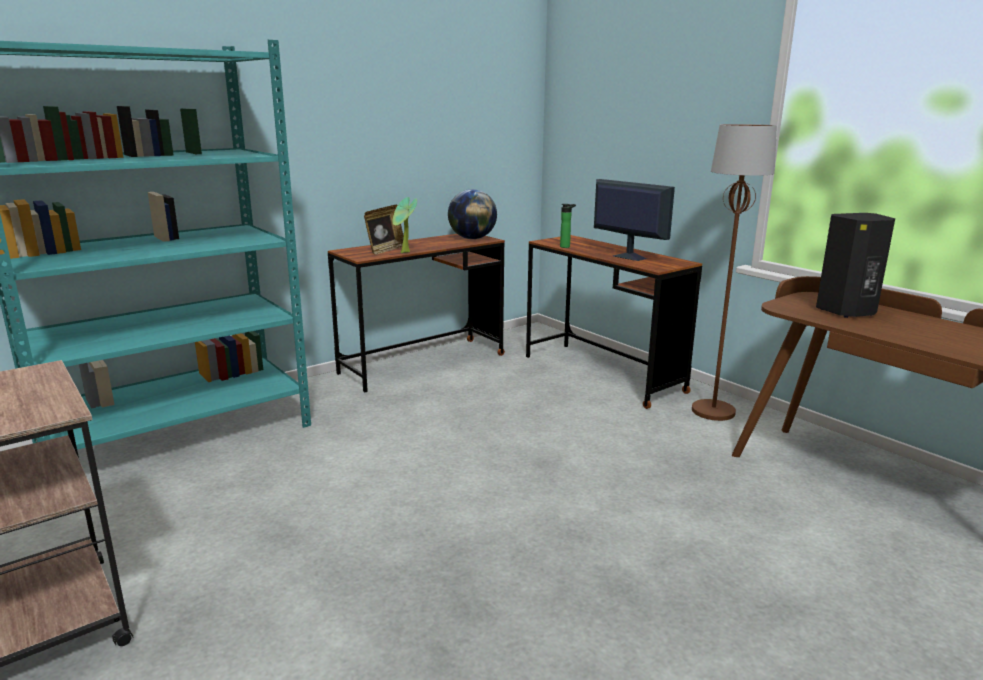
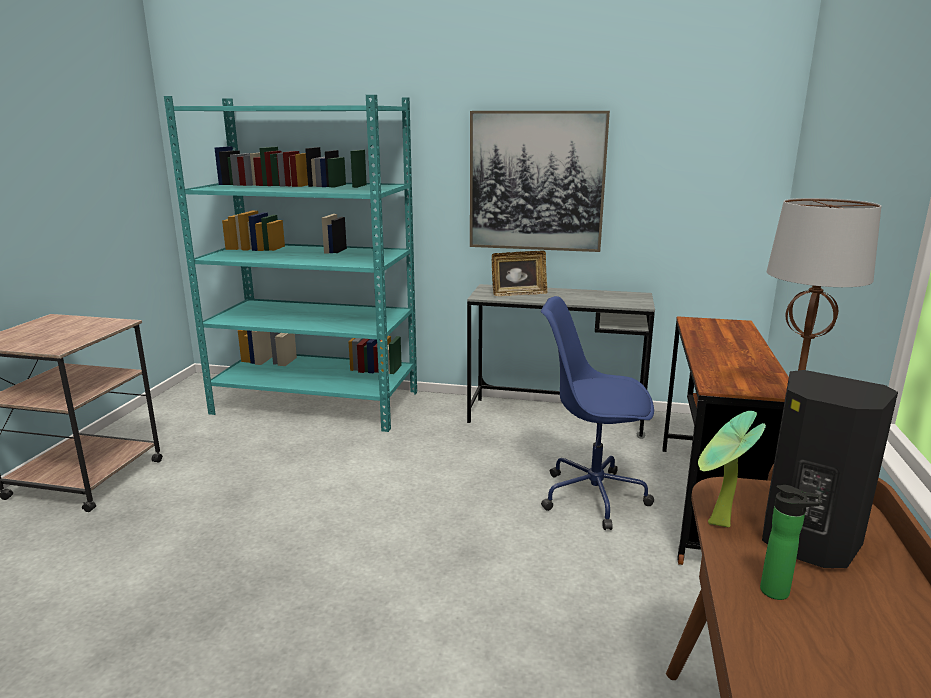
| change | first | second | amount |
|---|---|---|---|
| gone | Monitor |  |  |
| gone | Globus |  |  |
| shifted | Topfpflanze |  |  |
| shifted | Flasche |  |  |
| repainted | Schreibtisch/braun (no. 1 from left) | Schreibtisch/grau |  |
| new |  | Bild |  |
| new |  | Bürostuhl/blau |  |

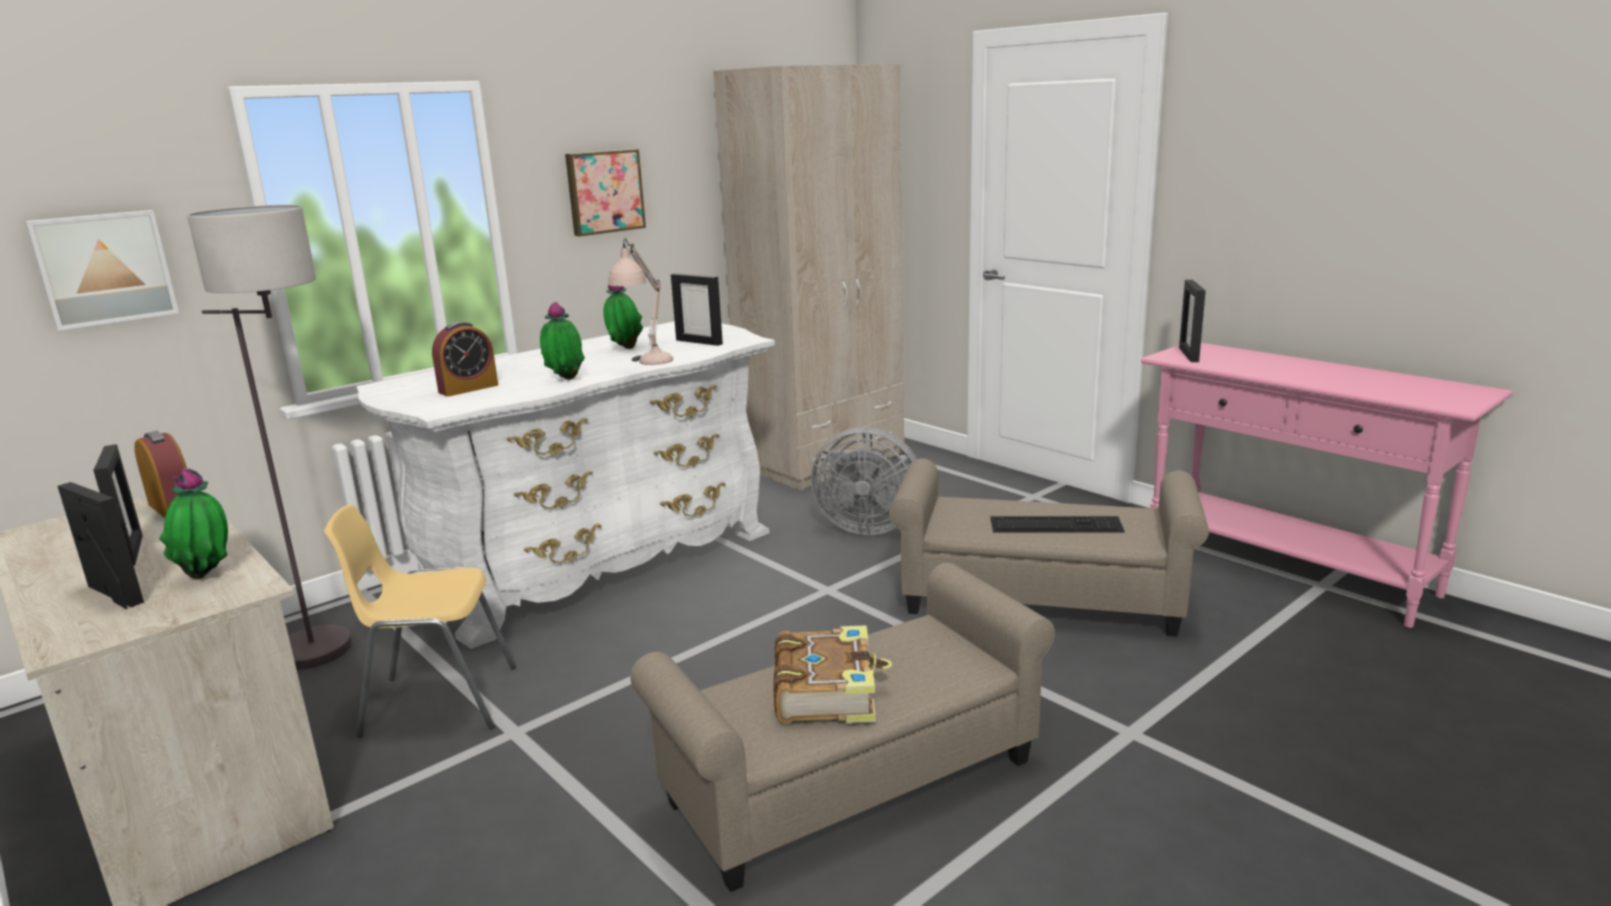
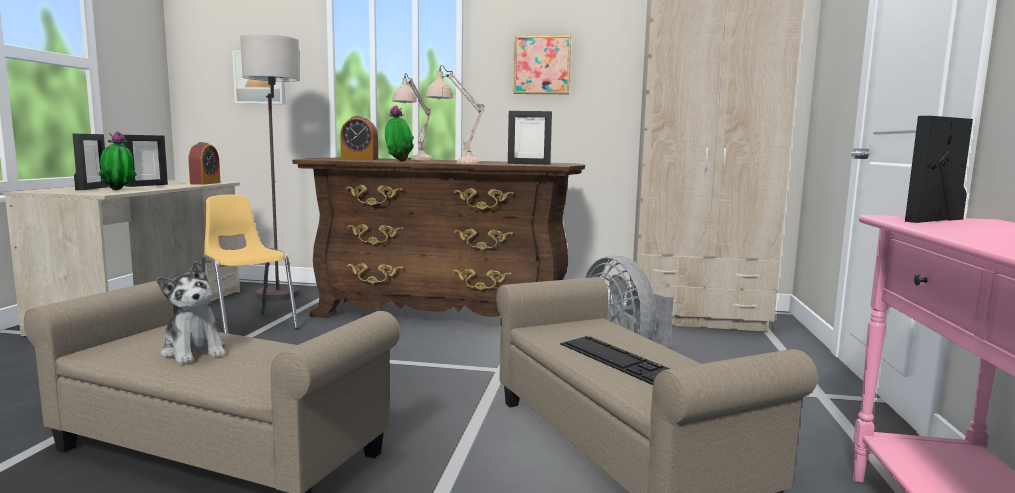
| change | first | second | amount |
|---|---|---|---|
| rotated | Bilderrahmen (no. 3 from left) |  | 75 degrees counterclockwise |
| gone | Topfpflanze (no. 3 from left) |  |  |
| repainted | Kommode/weiß | Kommode/braun |  |
| swapped | Buch | Plüschtier |  |
| new |  | Tischlampe/beige (no. 1 from left) |  |

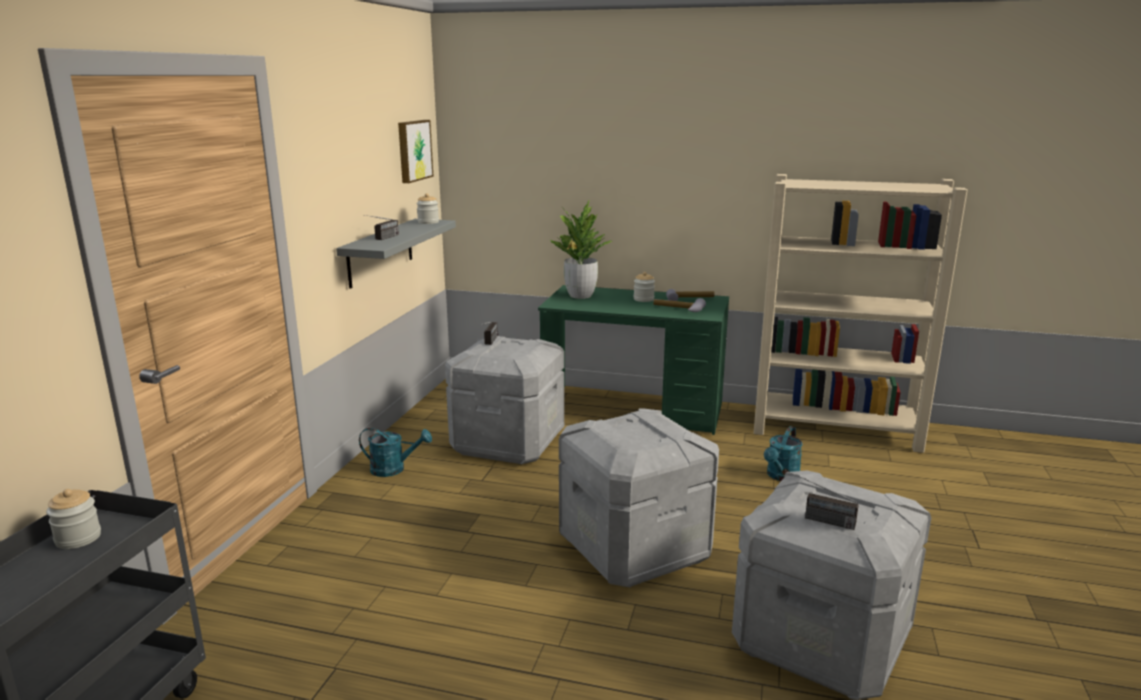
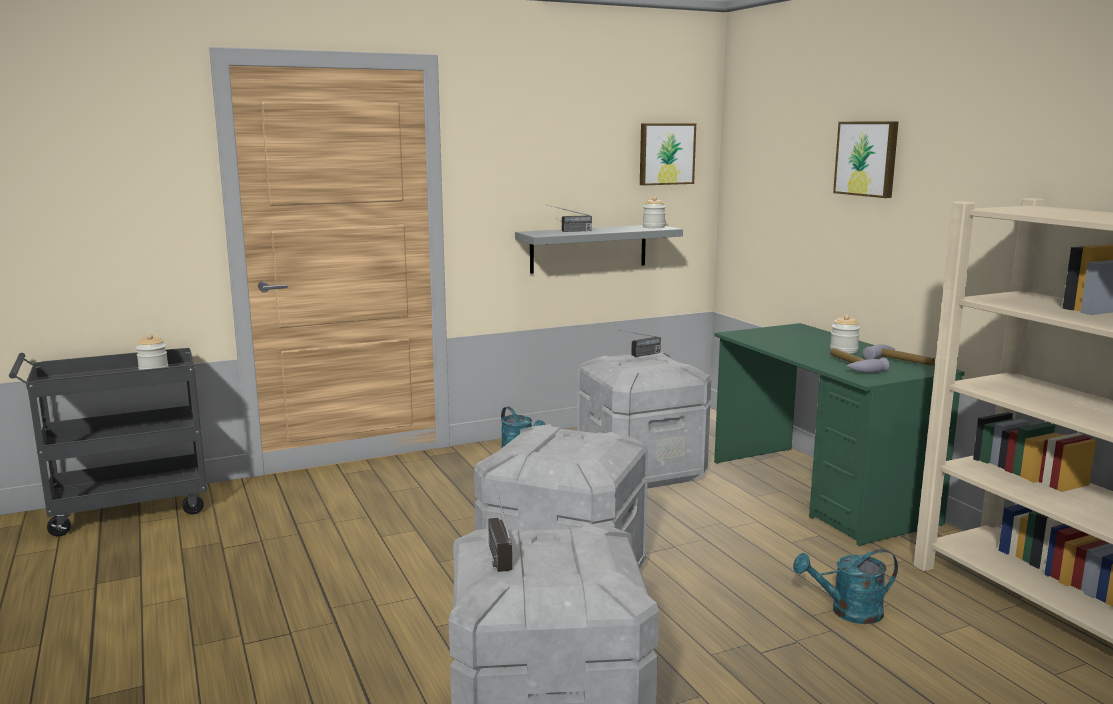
| change | first | second | amount |
|---|---|---|---|
| gone | Topfpflanze |  |  |
| new |  | Bild (no. 2 from left) |  |

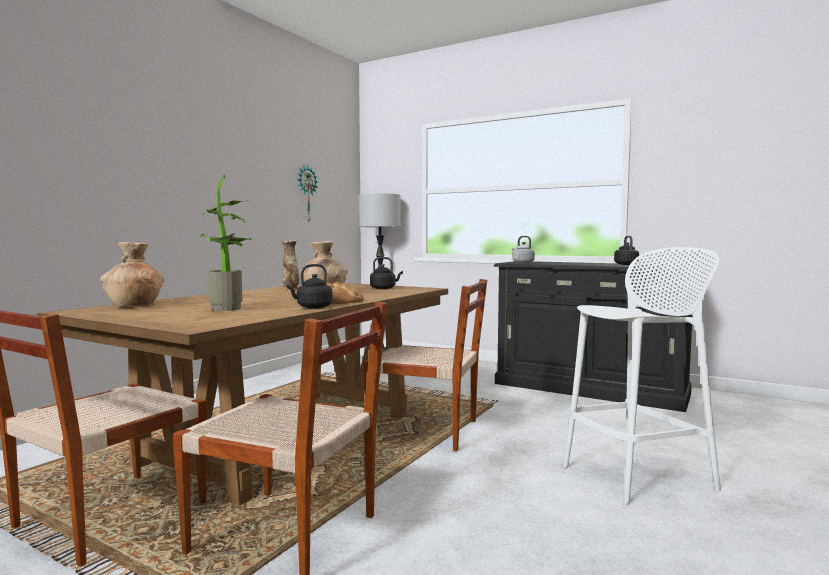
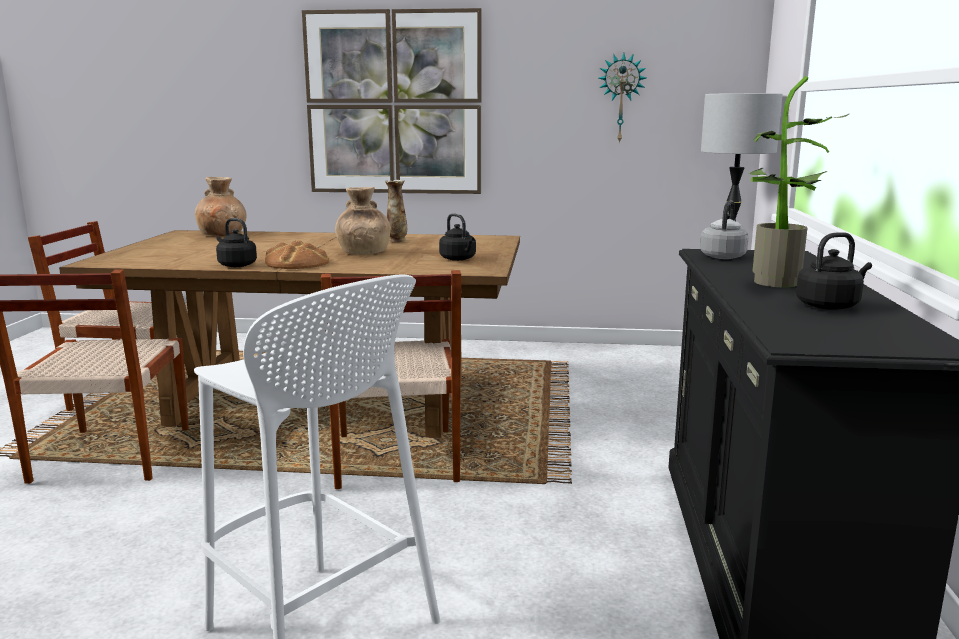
| change | first | second | amount |
|---|---|---|---|
| shifted | Topfpflanze |  |  |
| new |  | Bild |  |

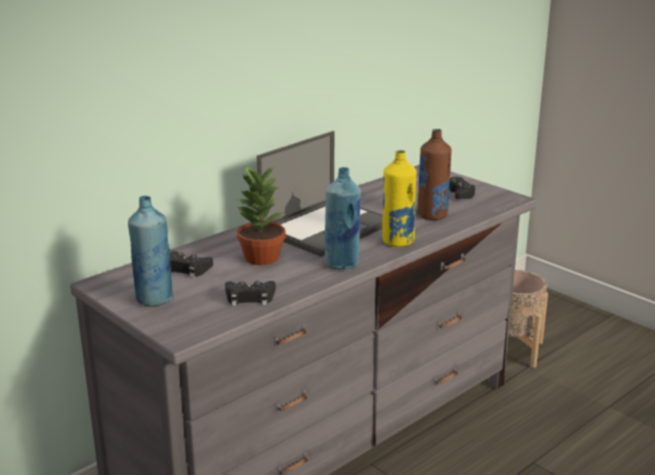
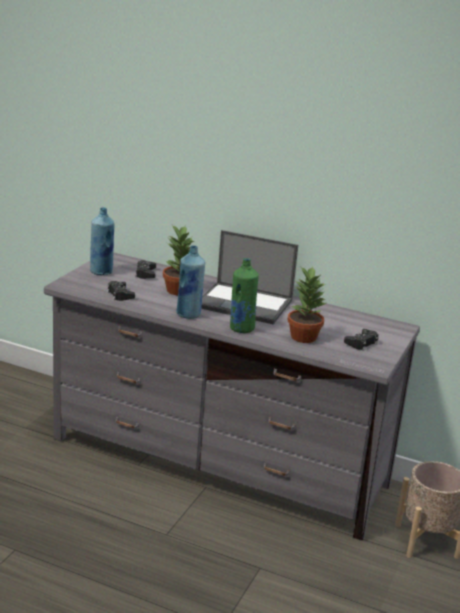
| change | first | second | amount |
|---|---|---|---|
| swapped | Flasche/braun | Topfpflanze (no. 2 from left) |  |
| repainted | Flasche/gelb | Flasche/grün |  |

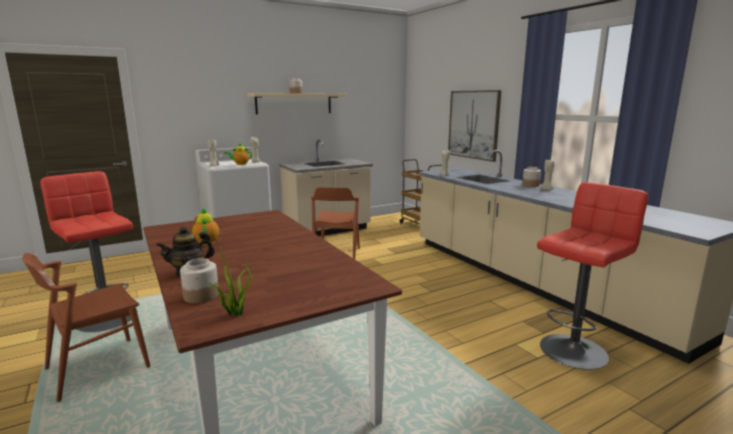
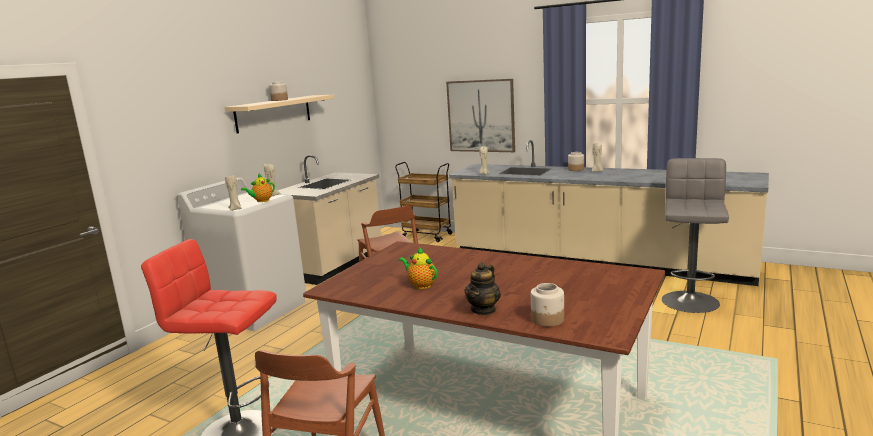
| change | first | second | amount |
|---|---|---|---|
| repainted | Hocker/rot (no. 2 from left) | Hocker/grau |  |
| gone | Topfpflanze |  |  |

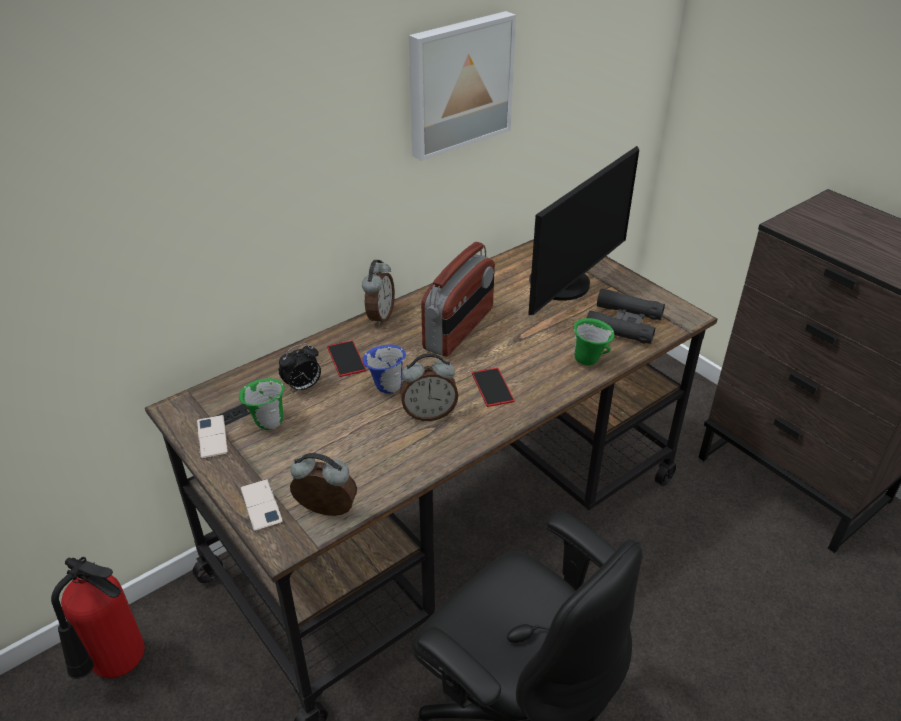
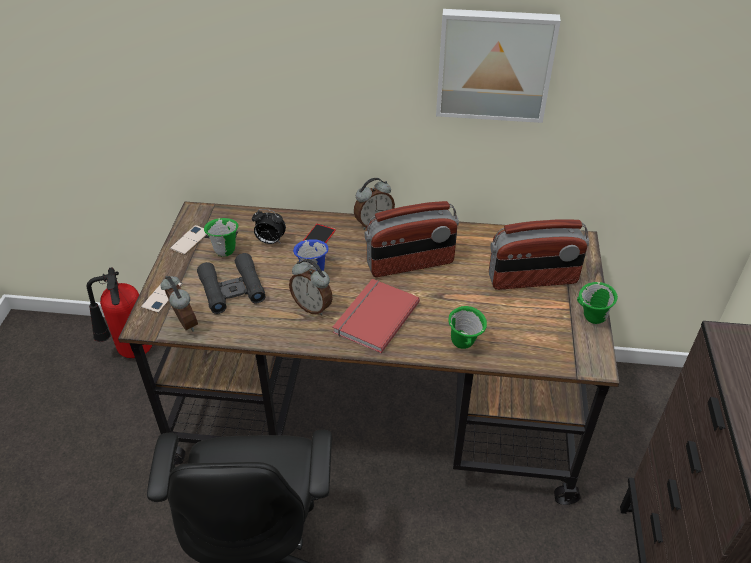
| change | first | second | amount |
|---|---|---|---|
| swapped | Monitor | Radio (no. 2 from left) |  |
| shifted | Fernglas/schwarz |  |  |
| swapped | Handy (no. 4 from left) | Buch/rot |  |
| new |  | Henkelbecher/grün (no. 3 from left) |  |

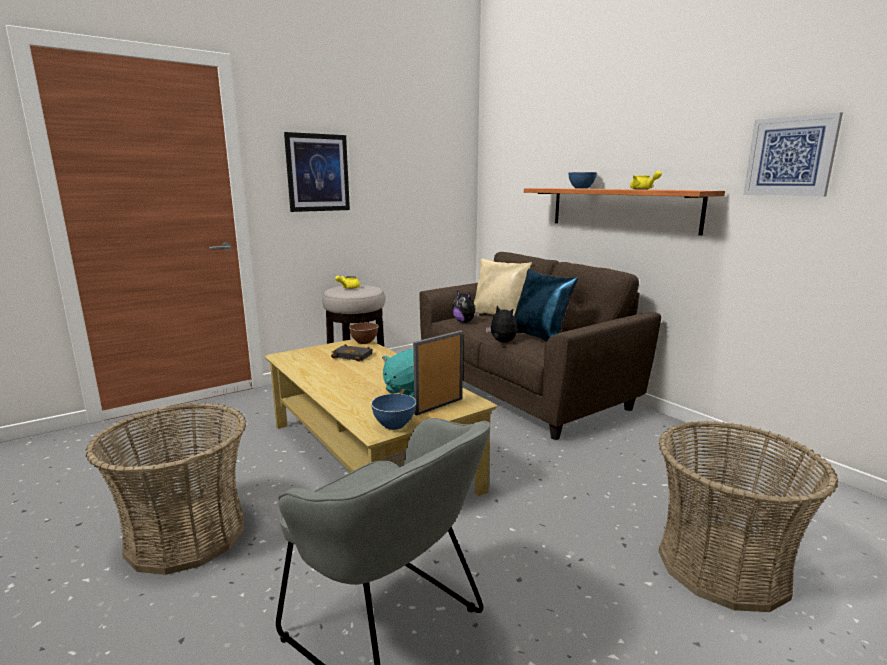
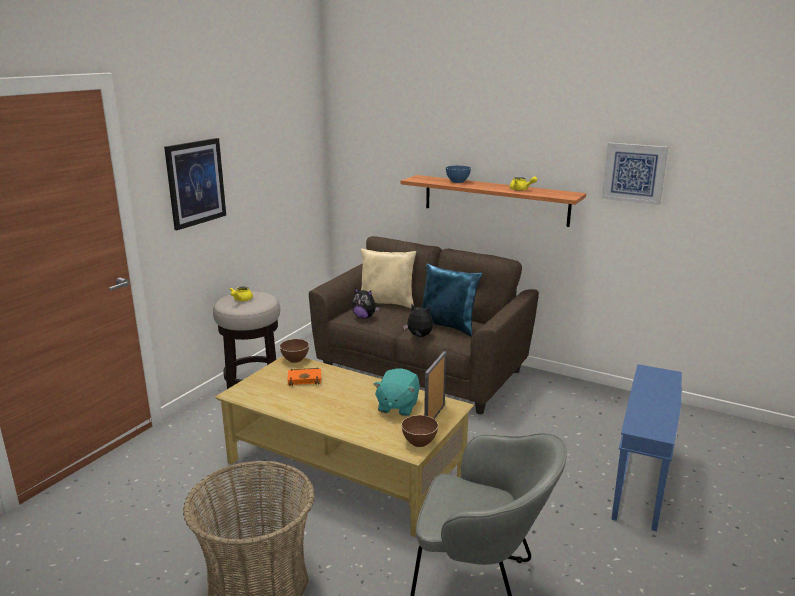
| change | first | second | amount |
|---|---|---|---|
| repainted | Buch/schwarz | Buch/orange |  |
| repainted | Schüssel/blau (no. 1 from left) | Schüssel/braun (no. 2 from left) |  |
| swapped | Korb (no. 2 from left) | Beistelltisch/blau |  |

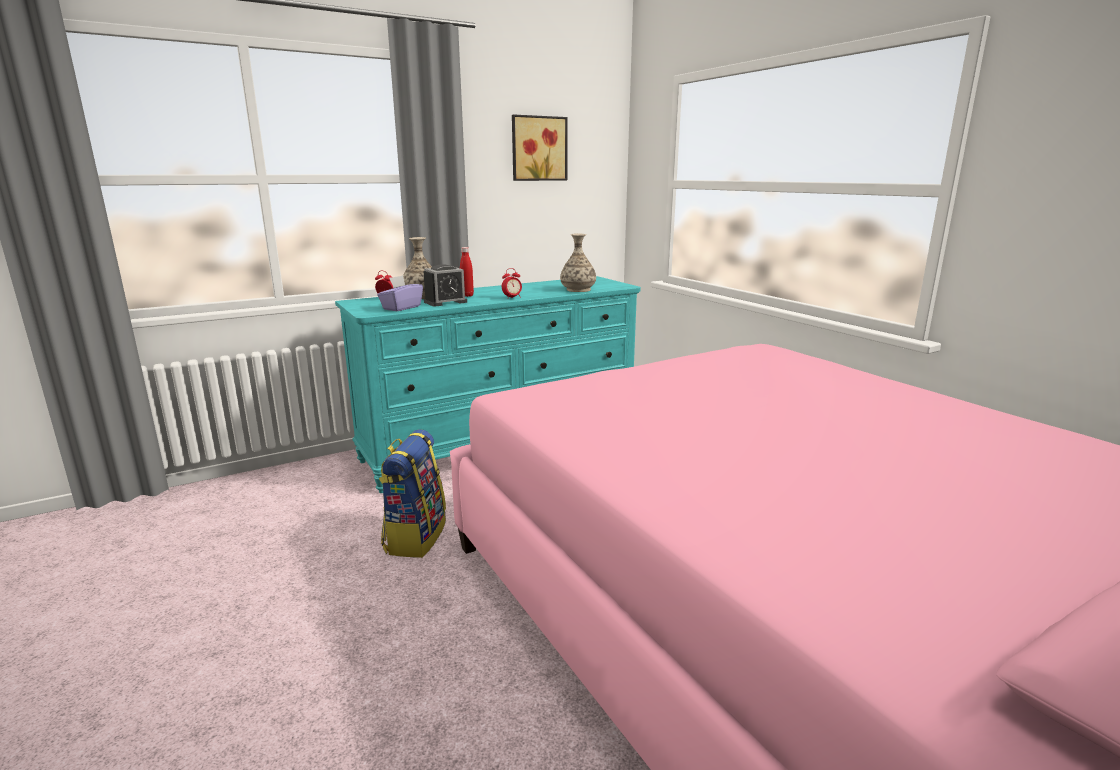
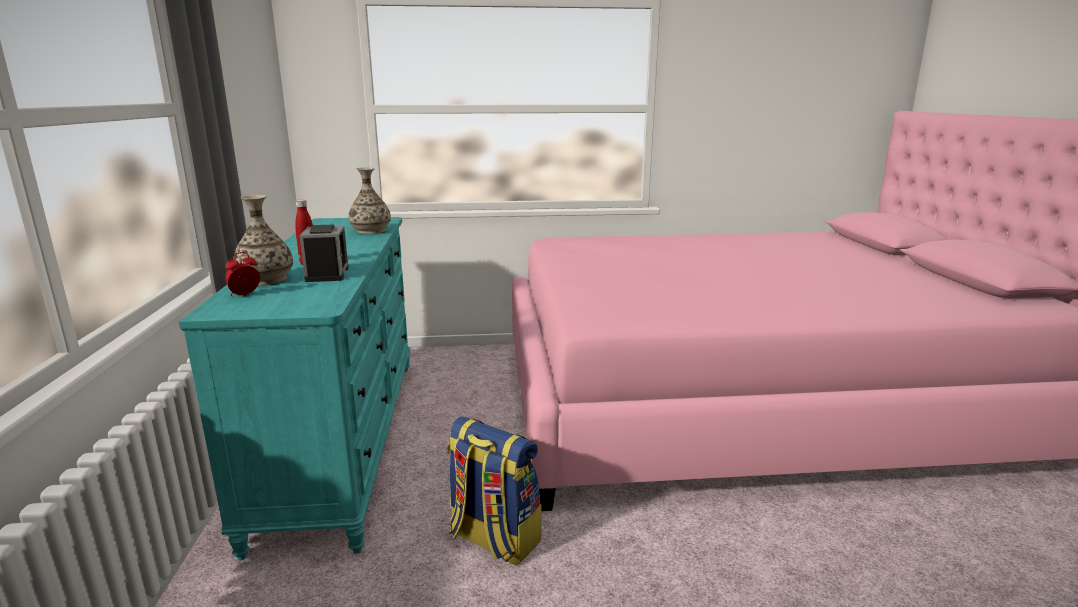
| change | first | second | amount |
|---|---|---|---|
| gone | Bild |  |  |
| gone | Wecker (no. 3 from left) |  |  |
| gone | Taschentuchbox/lila |  |  |

